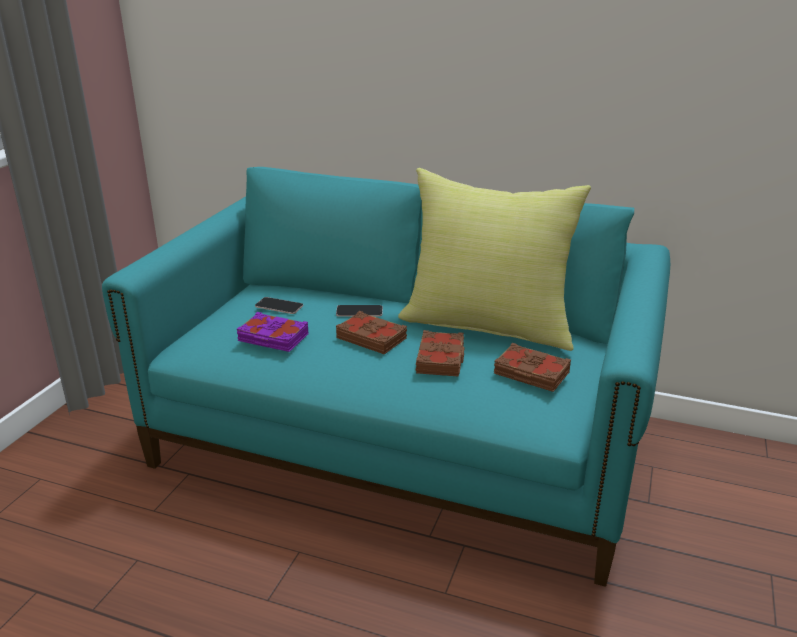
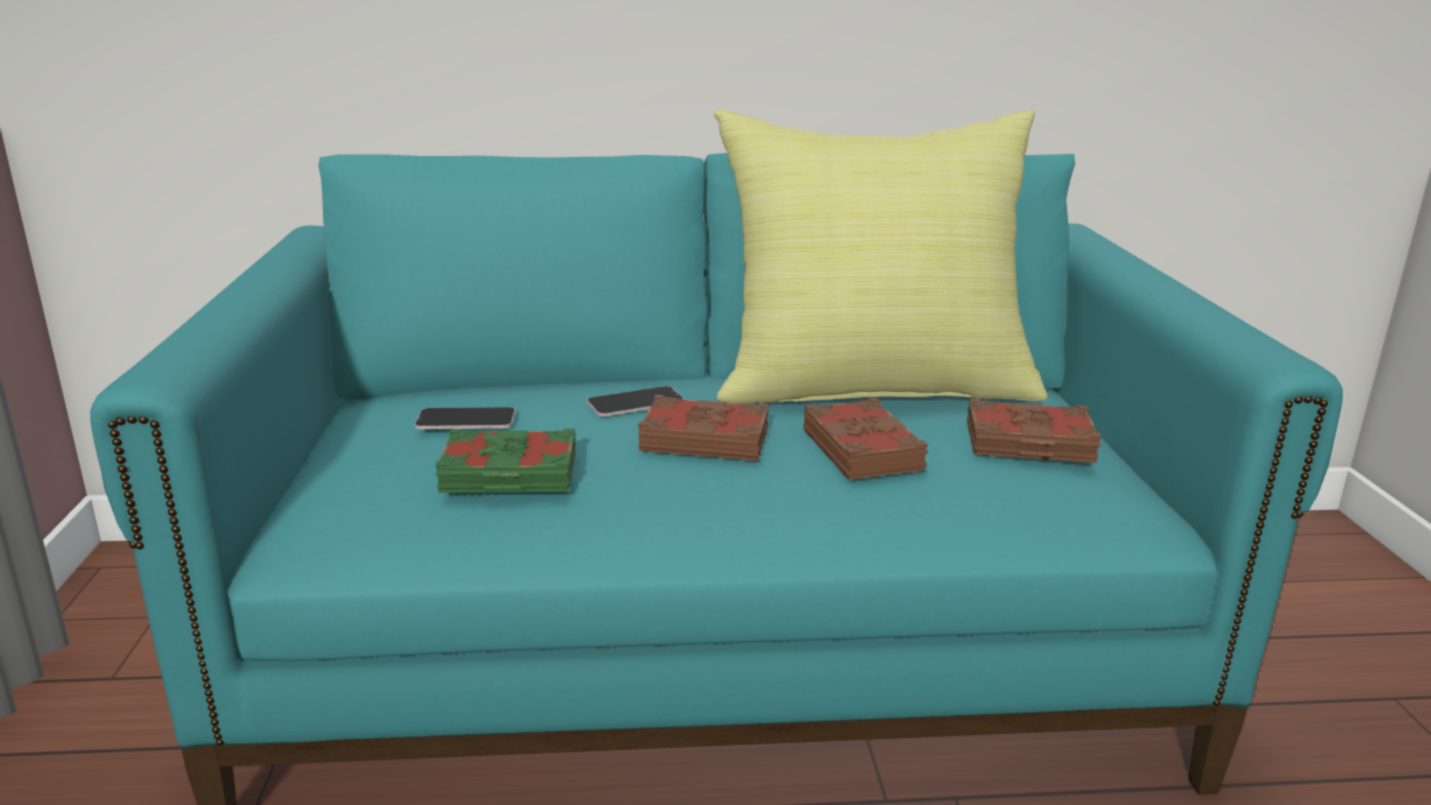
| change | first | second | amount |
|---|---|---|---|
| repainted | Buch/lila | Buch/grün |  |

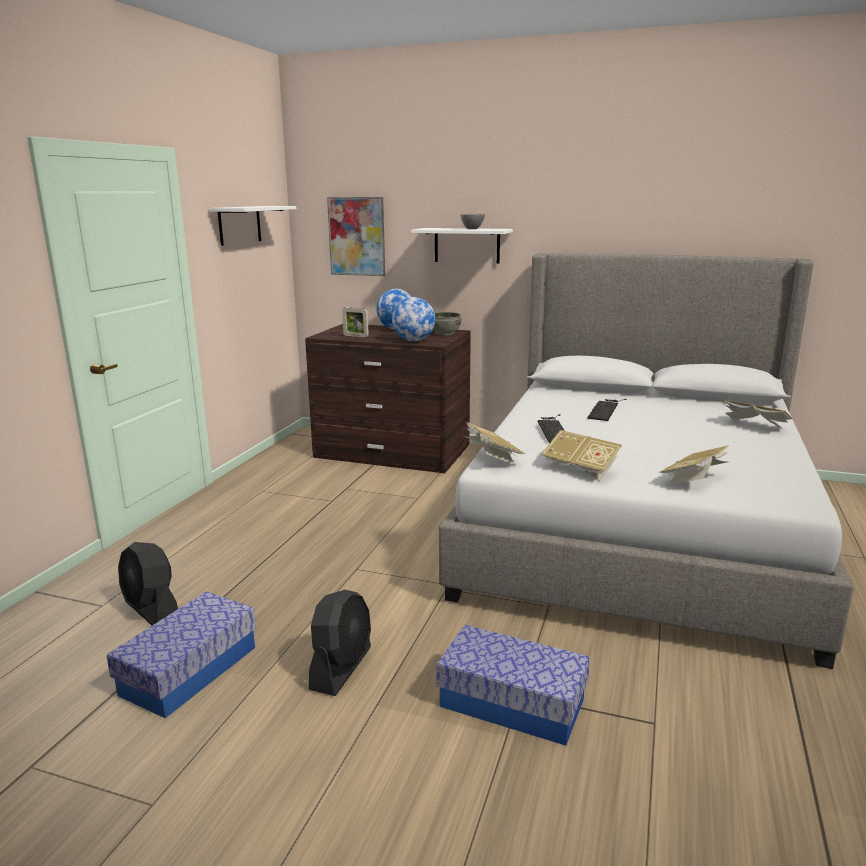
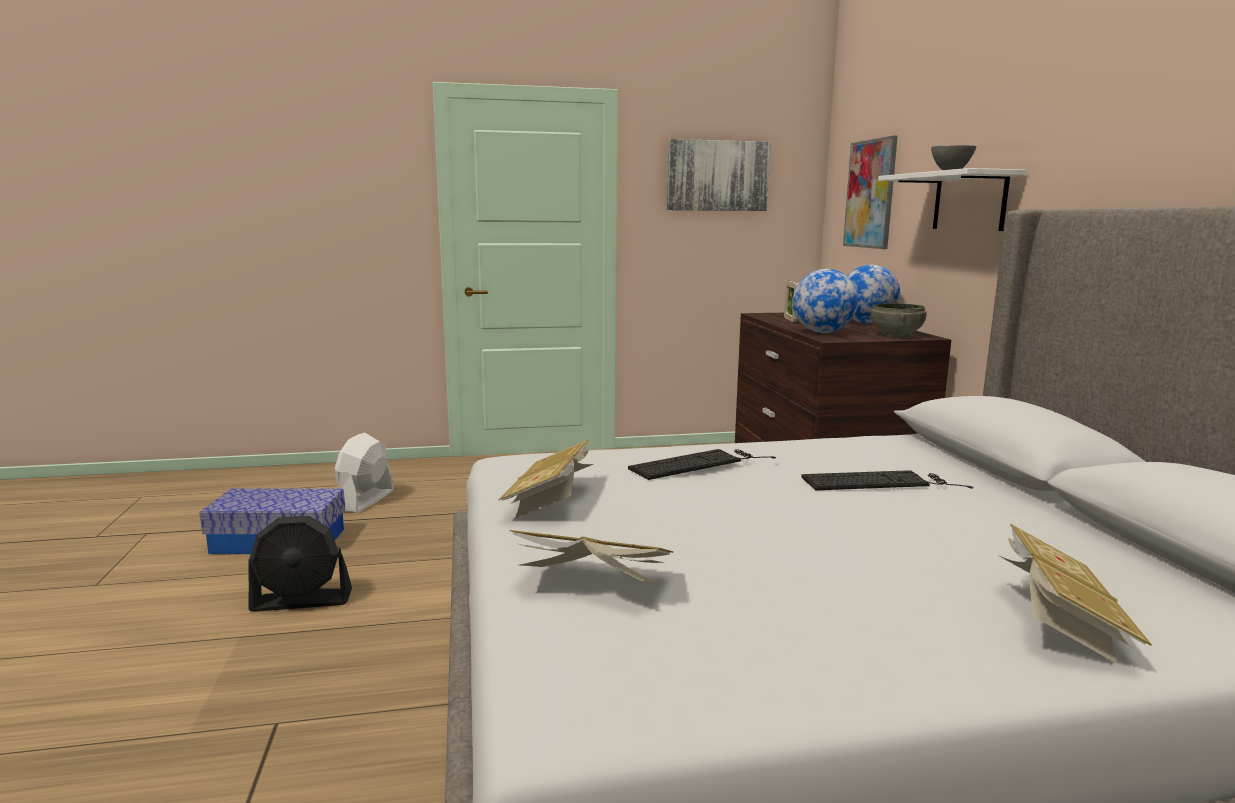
| change | first | second | amount |
|---|---|---|---|
| swapped | Wandregal/weiß (no. 1 from left) | Bild (no. 1 from left) |  |
| gone | Buch (no. 1 from left) |  |  |
| repainted | Ventilator/schwarz (no. 1 from left) | Ventilator/weiß |  |
| gone | Aufbewahrungsbox (no. 2 from left) |  |  |

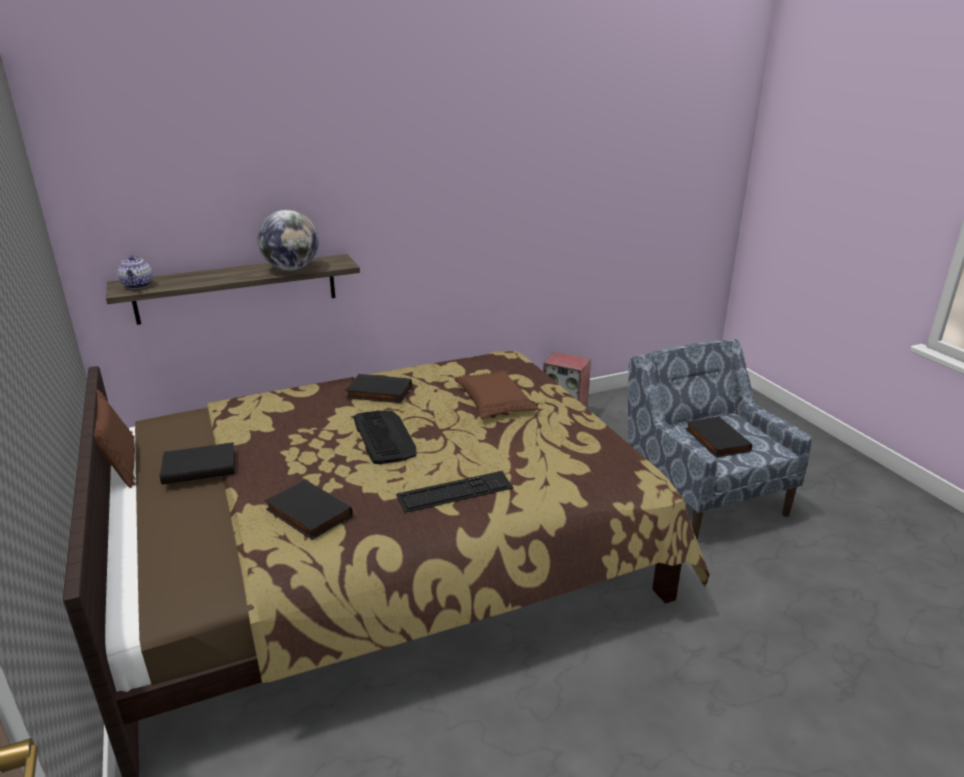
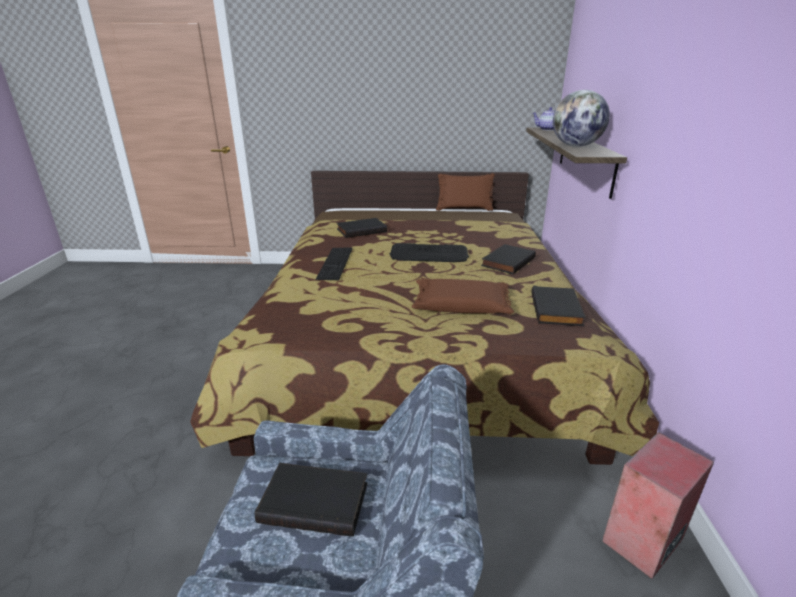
| change | first | second | amount |
|---|---|---|---|
| shifted | Buch/schwarz (no. 1 from left in the first image) | Buch/schwarz (no. 4 from left) |  |

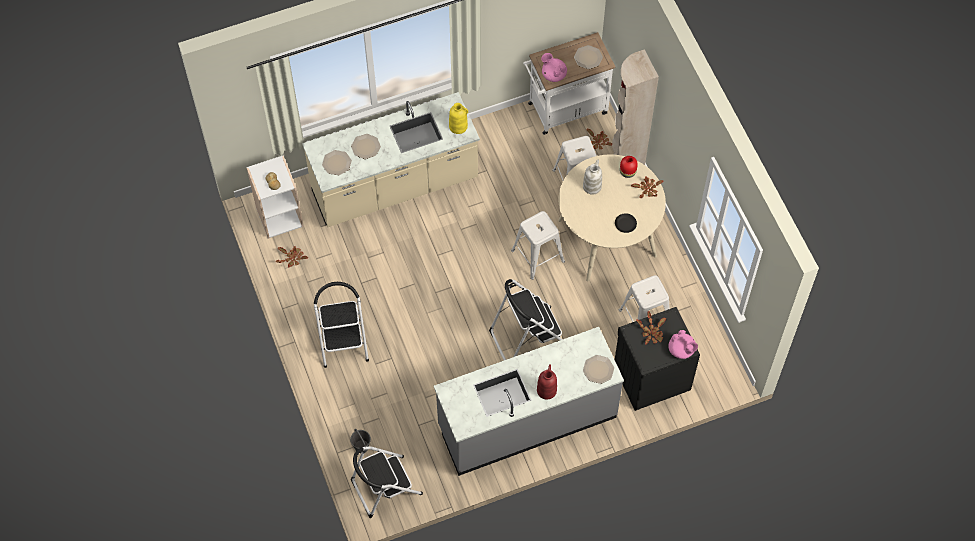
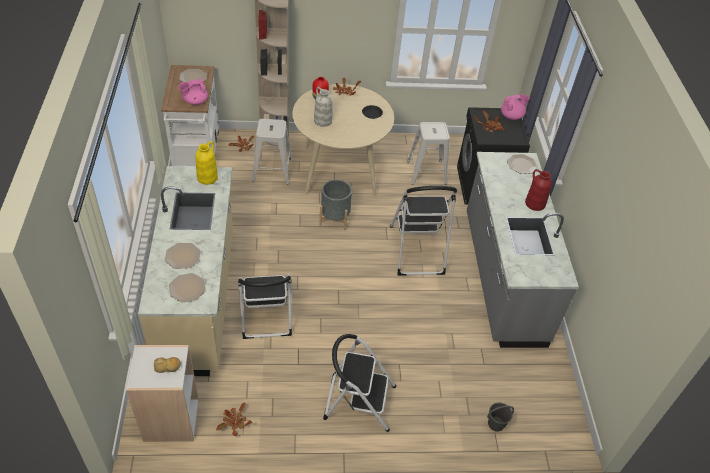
| change | first | second | amount |
|---|---|---|---|
| swapped | Hocker/weiß (no. 1 from left) | Pflanzkübel/grau |  |
| shifted | Trittleiter (no. 2 from left in the first image) | Trittleiter (no. 1 from left) |  |

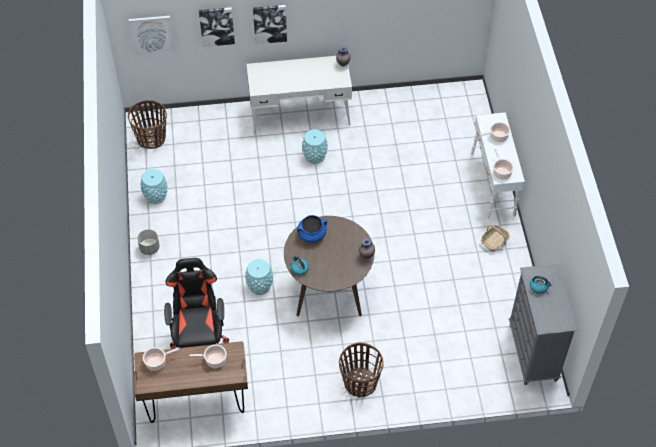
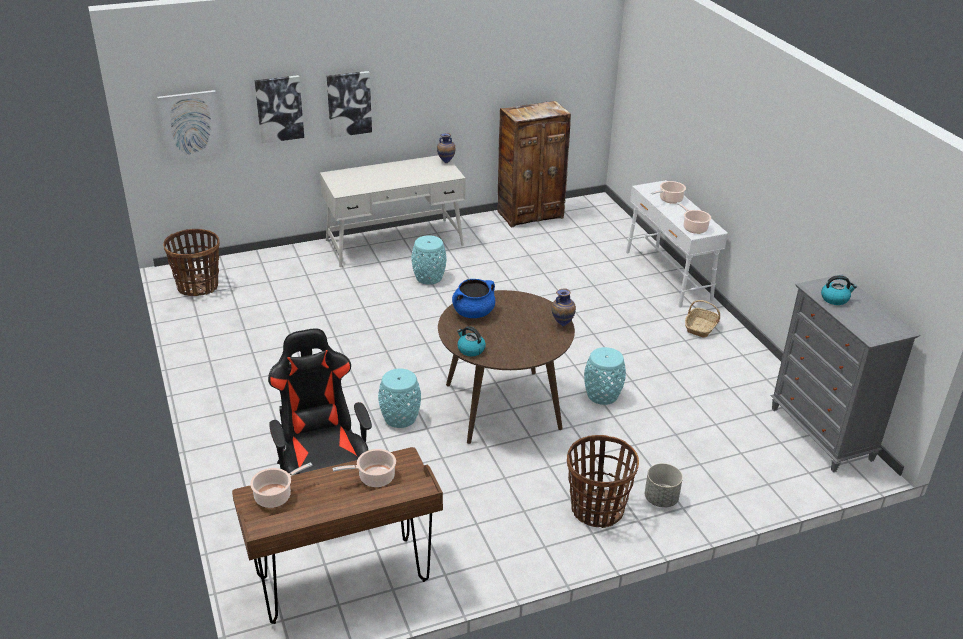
| change | first | second | amount |
|---|---|---|---|
| shifted | Hocker/türkis (no. 1 from left in the first image) | Hocker/türkis (no. 3 from left) |  |
| shifted | Pflanzkübel/grau |  |  |
| new |  | Schrank/braun |  |

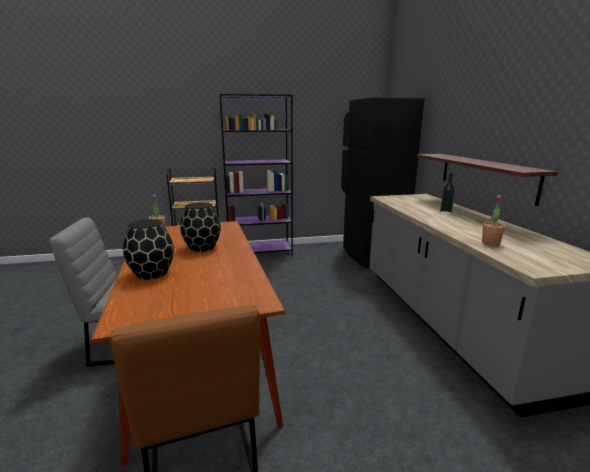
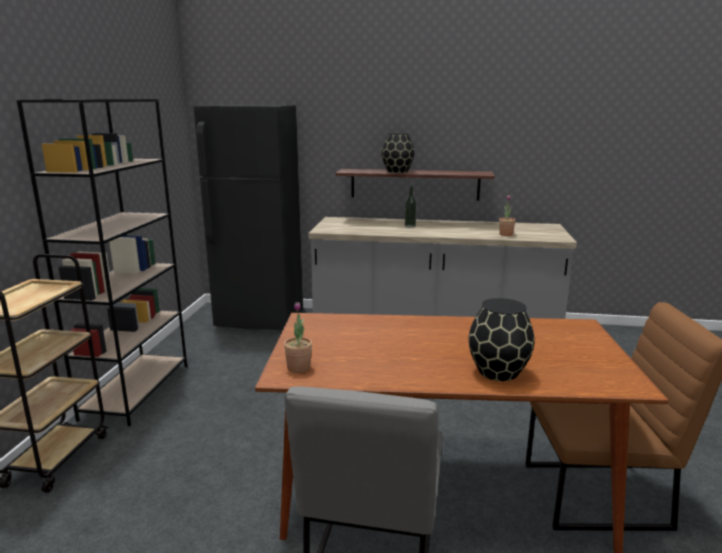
| change | first | second | amount |
|---|---|---|---|
| repainted | Bücherregal/lila | Bücherregal/beige |  |
| shifted | Vase/schwarz (no. 2 from left in the first image) | Vase/schwarz (no. 1 from left) |  |

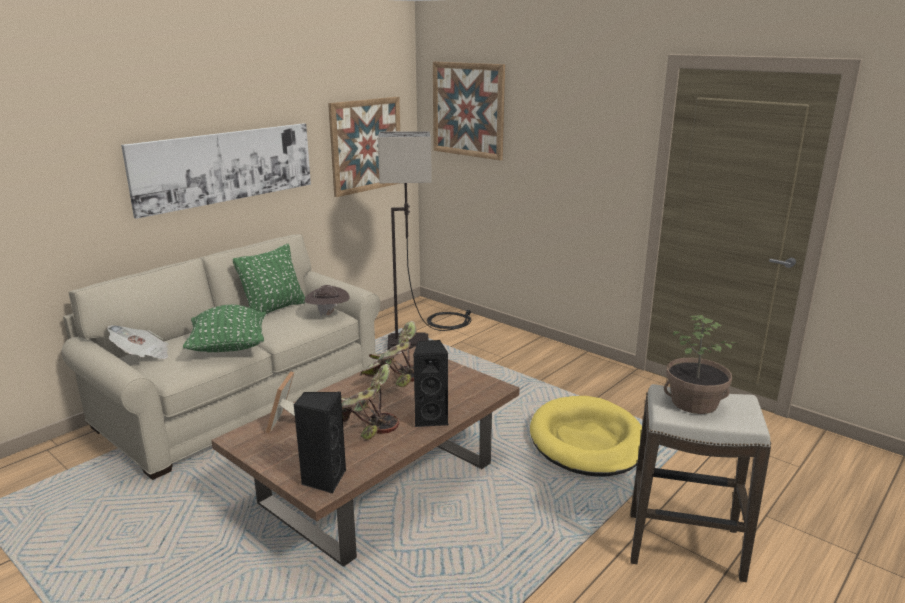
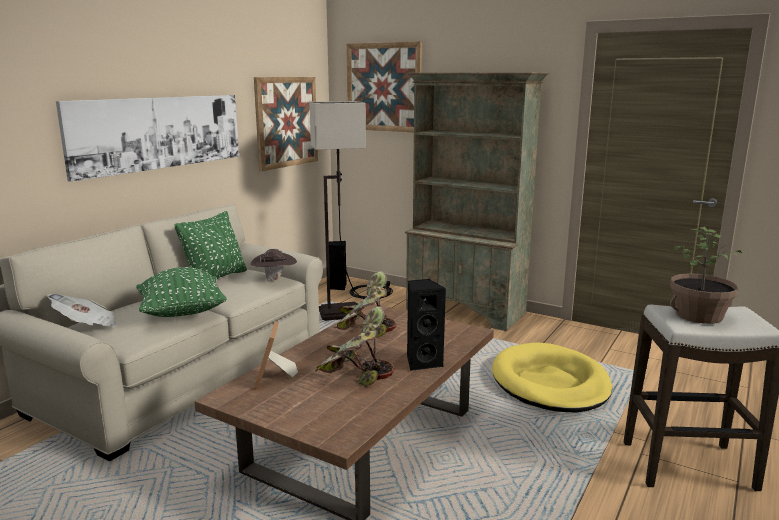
| change | first | second | amount |
|---|---|---|---|
| shifted | Lautsprecher/schwarz (no. 1 from left) |  |  |
| new |  | Bücherregal/grün |  |

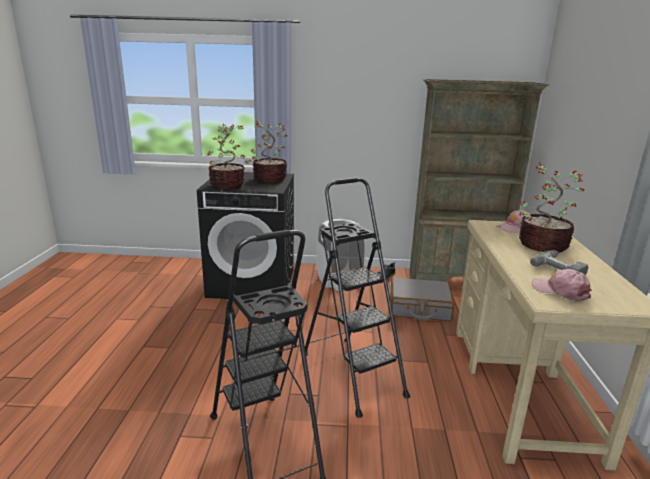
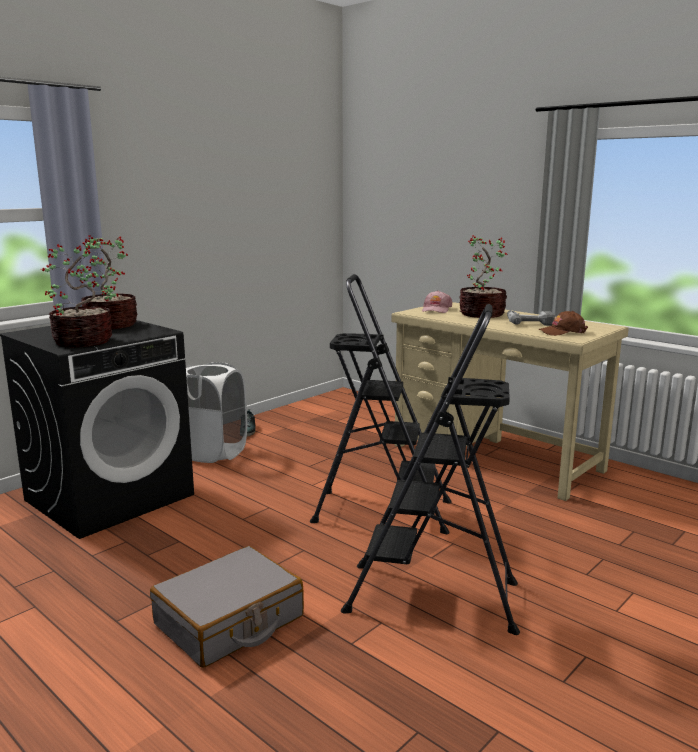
| change | first | second | amount |
|---|---|---|---|
| gone | Bücherregal/grün |  |  |
| repainted | Kappe/rosa (no. 2 from left) | Kappe/braun |  |
| shifted | Koffer/grau |  |  |

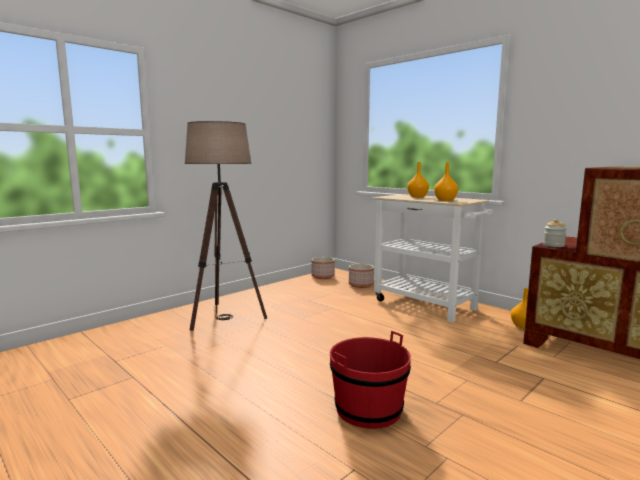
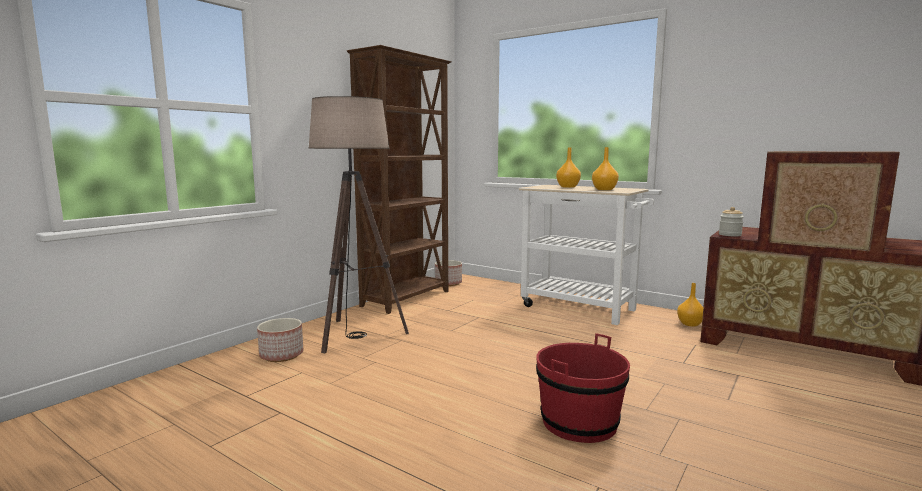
| change | first | second | amount |
|---|---|---|---|
| shifted | Pflanzkübel (no. 2 from left in the first image) | Pflanzkübel (no. 1 from left) |  |
| new |  | Bücherregal/braun |  |

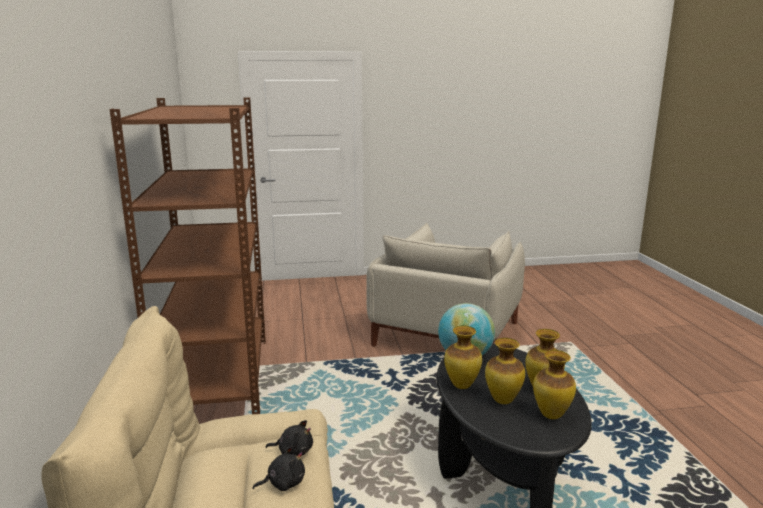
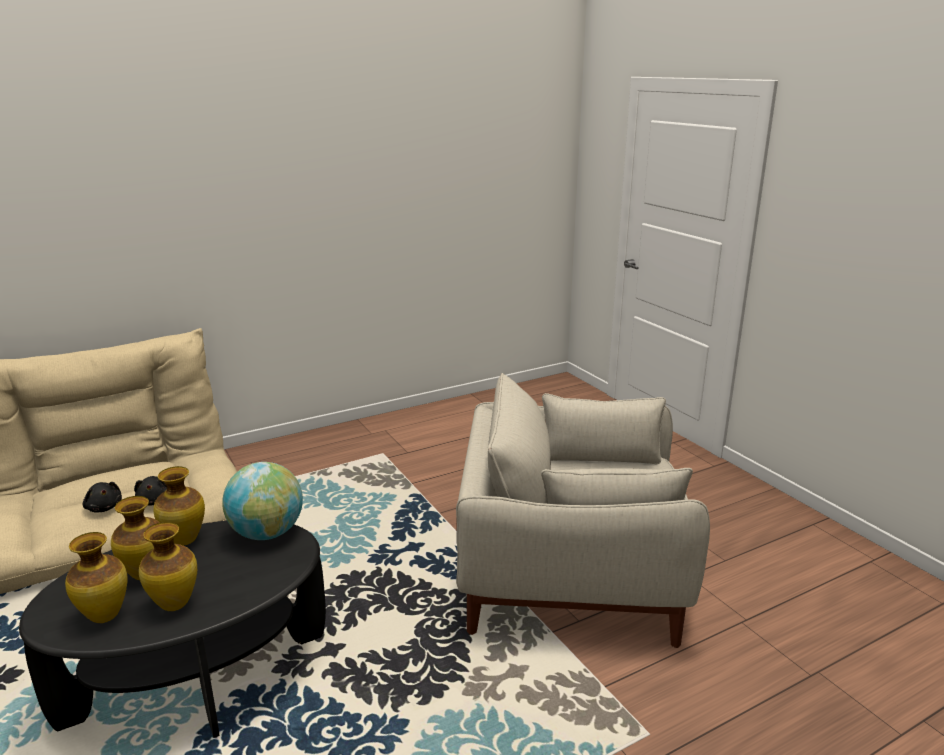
| change | first | second | amount |
|---|---|---|---|
| gone | Bücherregal/braun |  |  |

